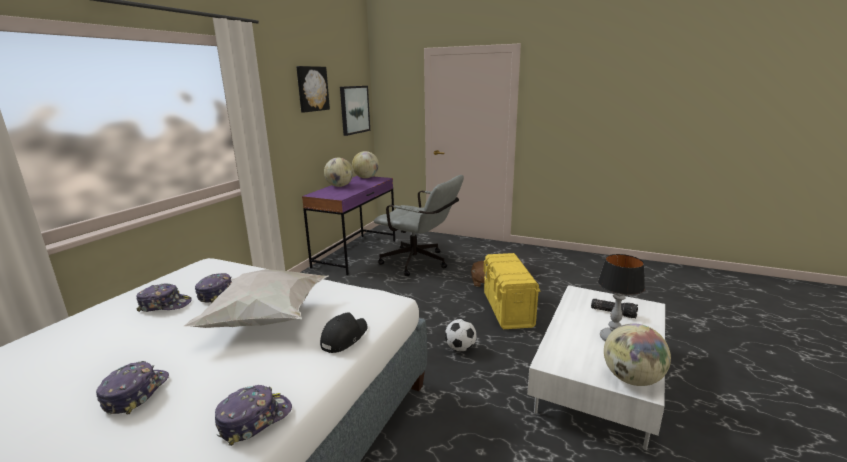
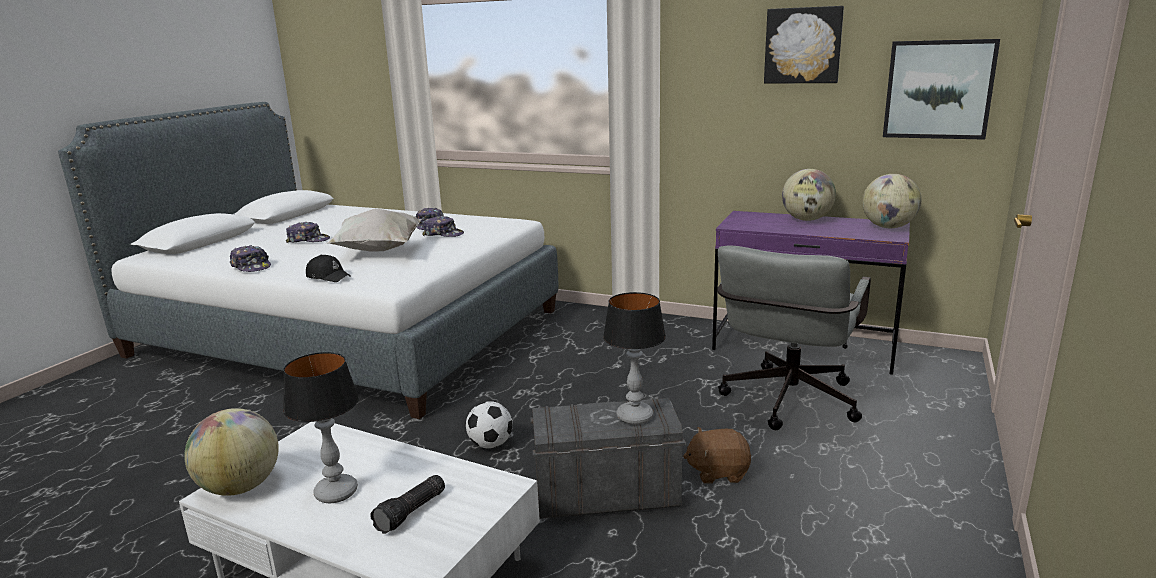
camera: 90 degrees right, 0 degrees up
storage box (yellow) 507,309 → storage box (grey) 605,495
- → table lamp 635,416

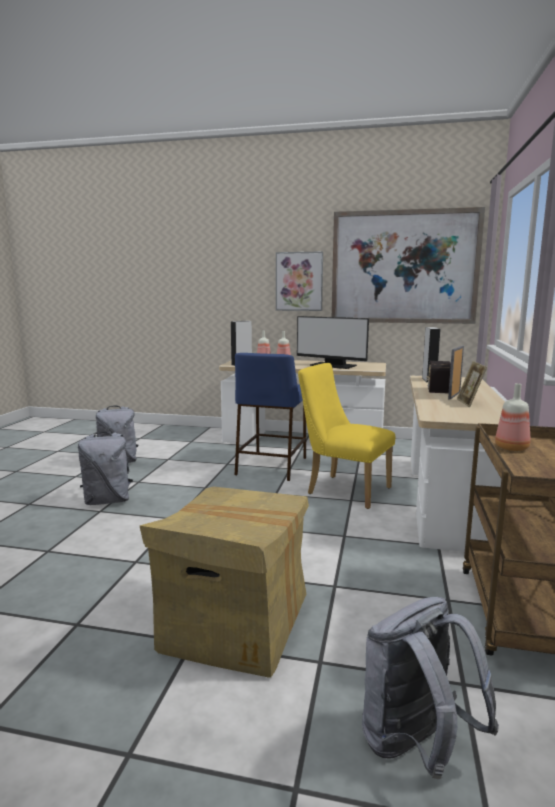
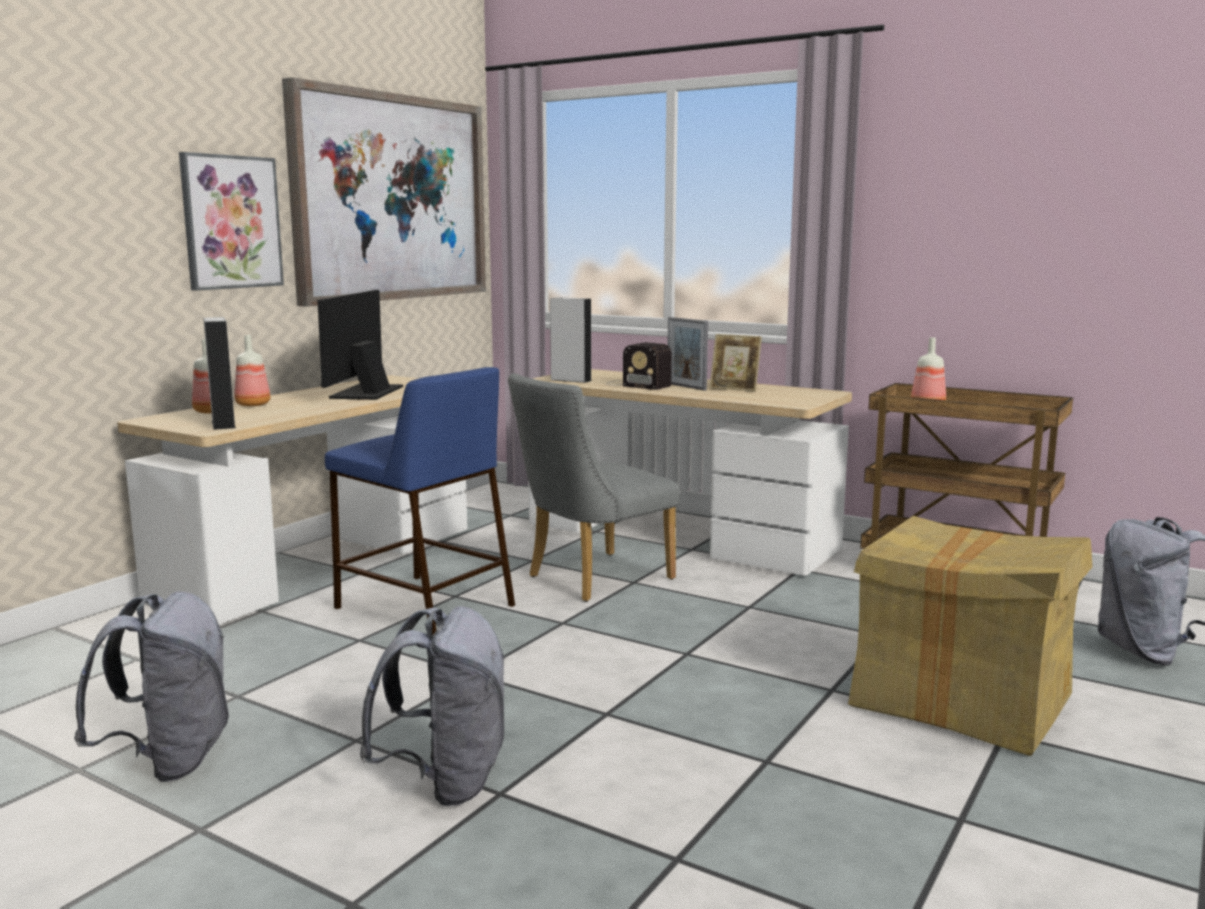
camera: 70 degrees left, 0 degrees up
monitor 333,365 → monitor 365,392, 135 degrees clockwise
chair (yellow) 343,490 → chair (grey) 591,579

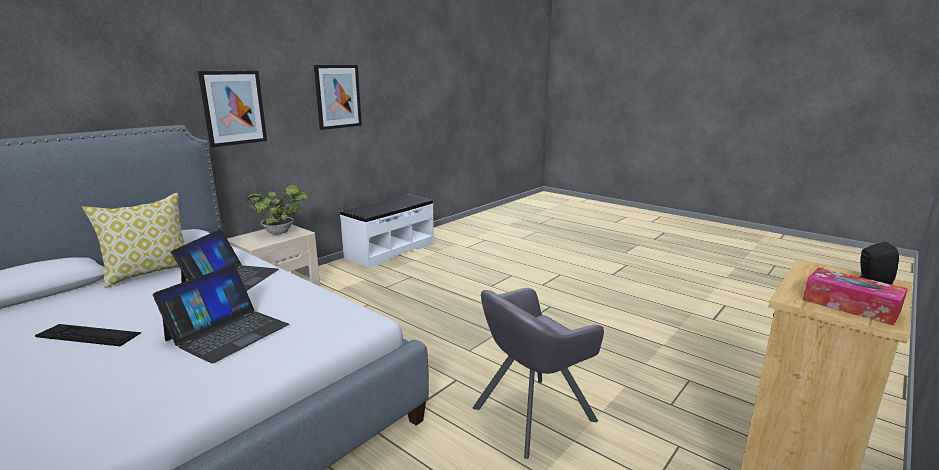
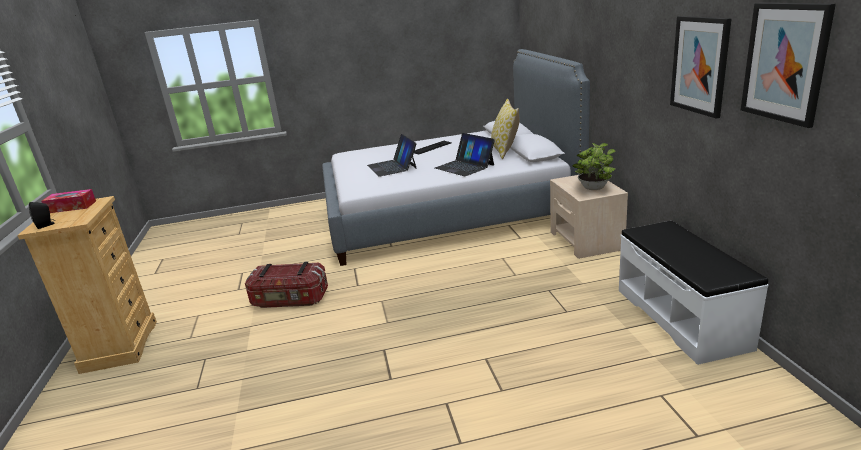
camera: 130 degrees right, 5 degrees up
picture 233,108 → picture 785,62, move
armchair (grey) 532,414 → storage box 290,300

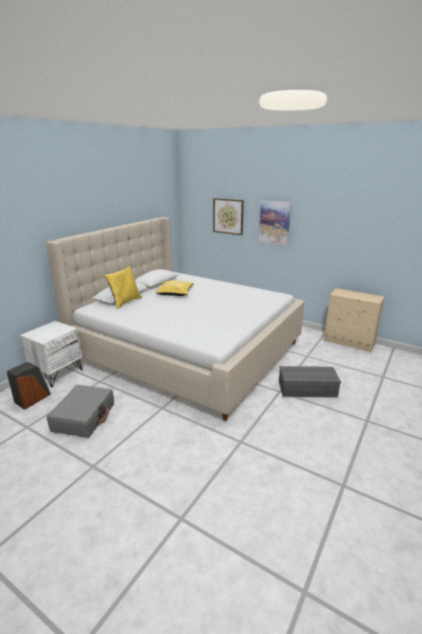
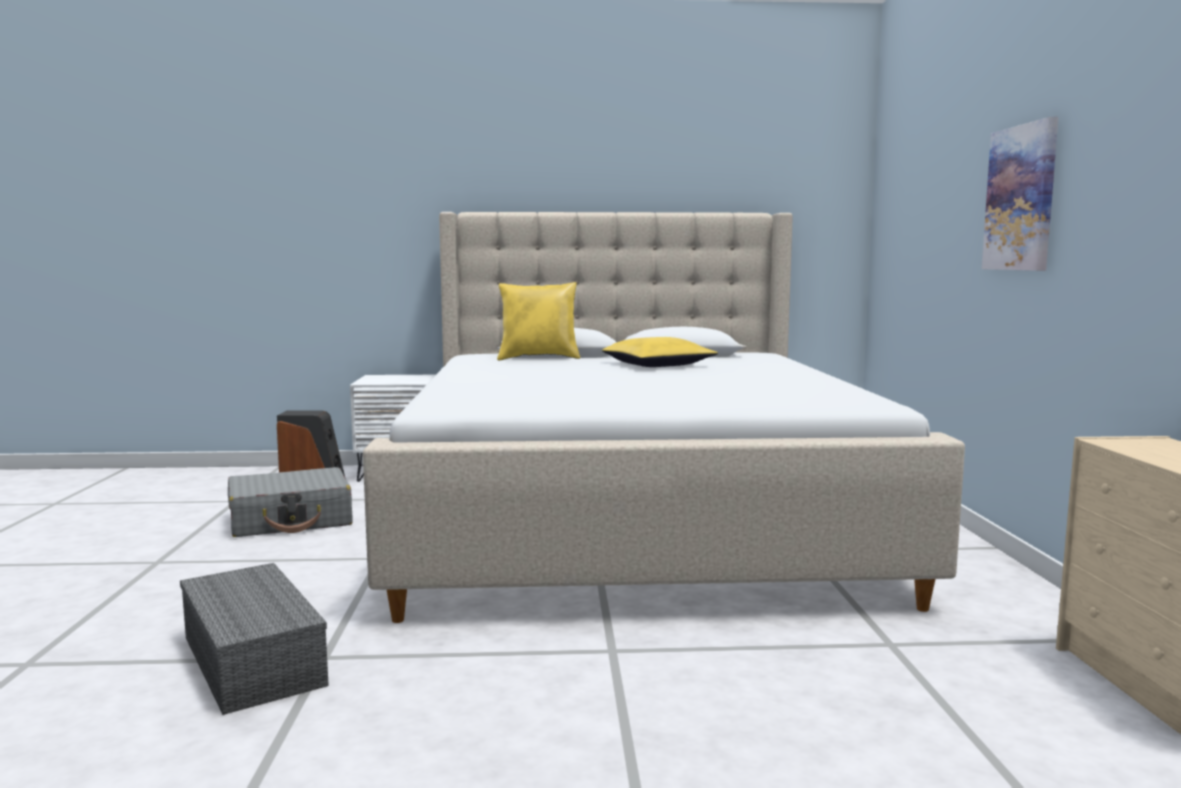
camera: 55 degrees right, 15 degrees down
picture 228,216 → -
storage box (grey) 308,388 → storage box (grey) 255,661, move

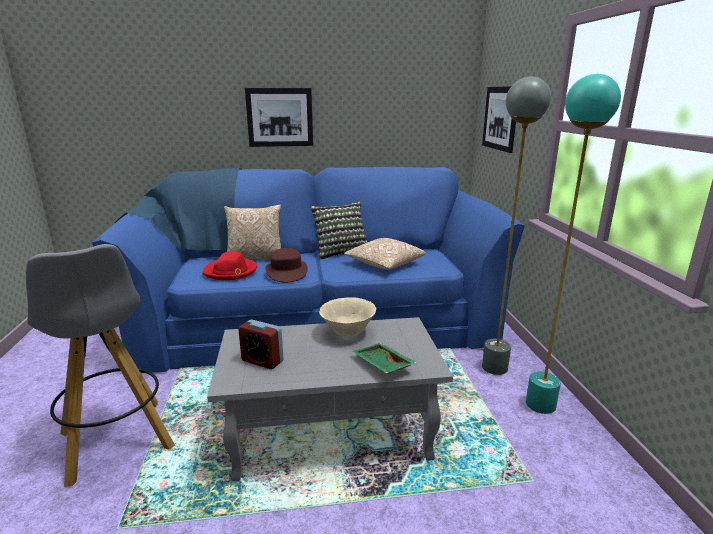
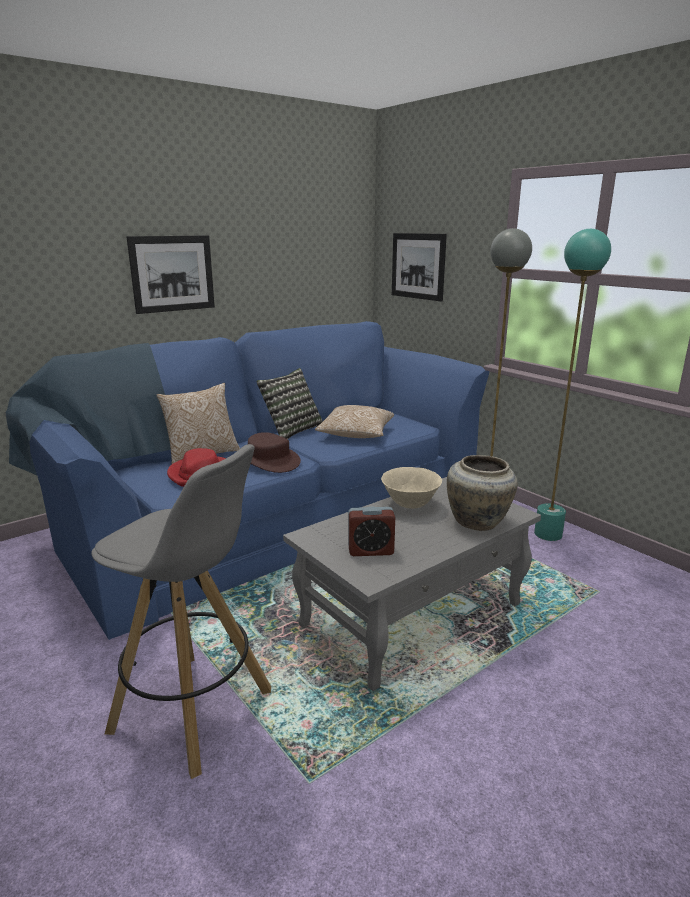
camera: 30 degrees left, 0 degrees up
tray (green) 382,365 → vase (beige) 478,522

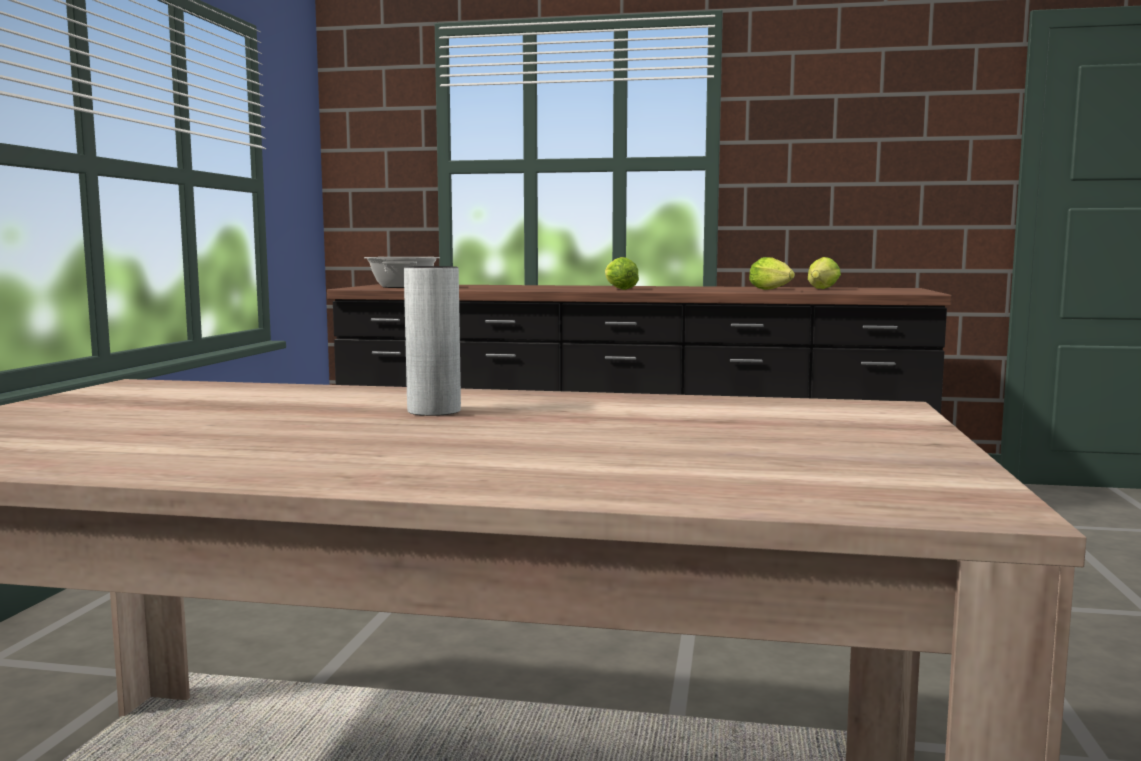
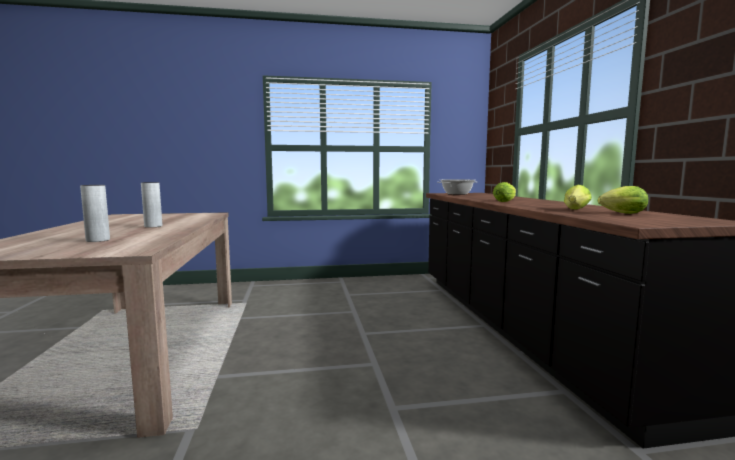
camera: 70 degrees right, 0 degrees up
- → vase (grey) 98,240

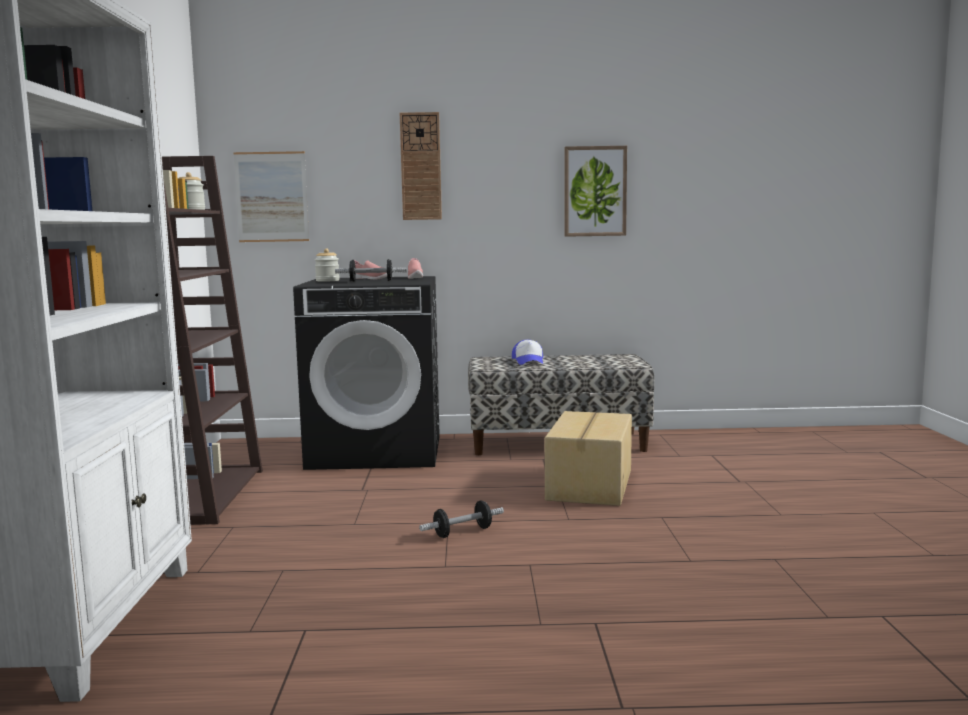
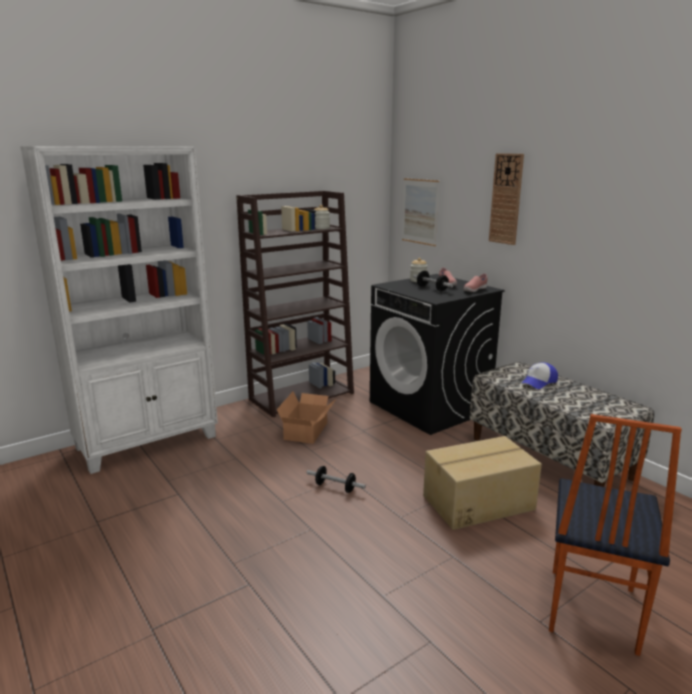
camera: 55 degrees right, 10 degrees up
picture 595,191 → -
- → cardboard box 308,430
- → chair 590,609

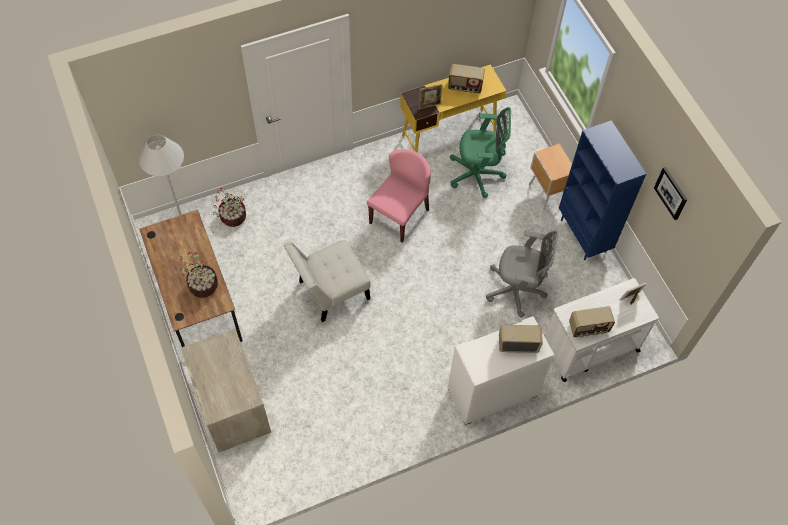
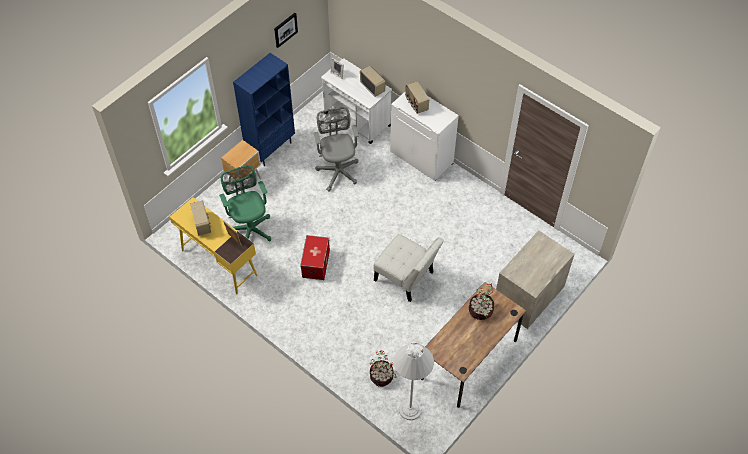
camera: 115 degrees left, 5 degrees down
chair (pink) 399,215 → storage box 315,263

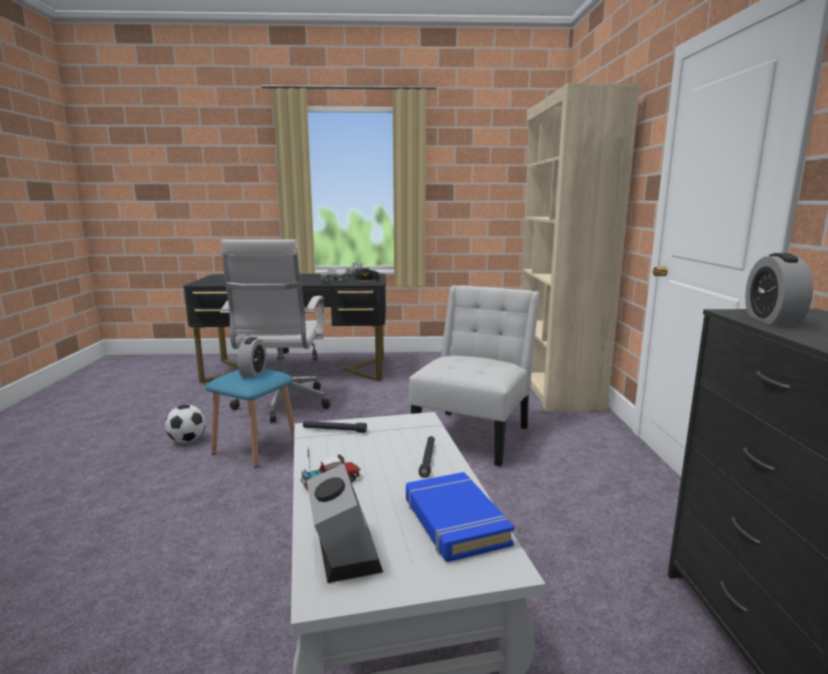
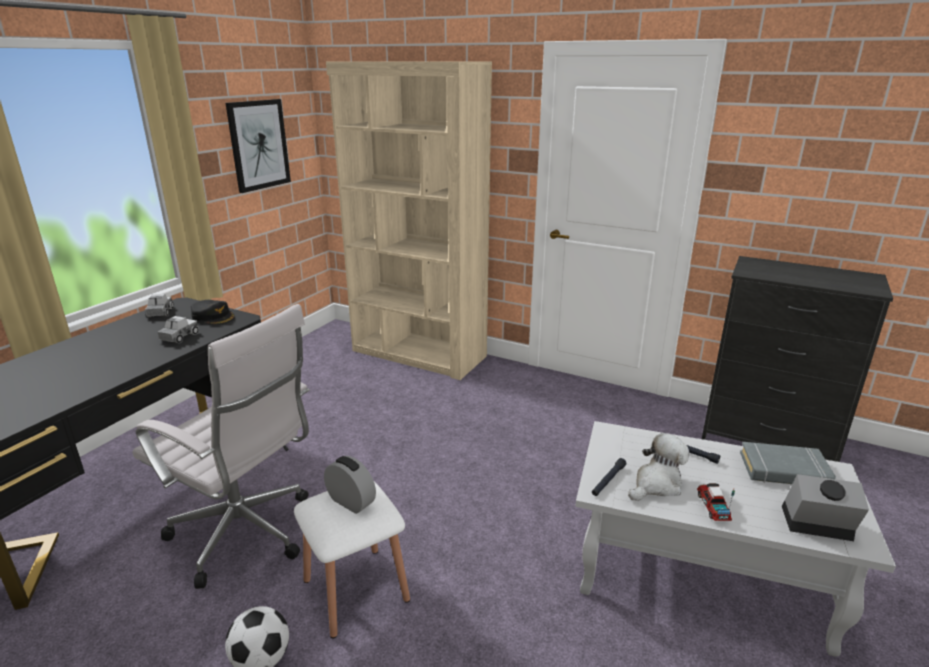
camera: 60 degrees left, 10 degrees up
alarm clock 772,320 → -
chair (white) 474,434 → -
stool (blue) 255,448 → stool (white) 356,590
book (blue) 454,522 → book (grey) 784,470
- → picture 258,145
- → plush toy 656,484

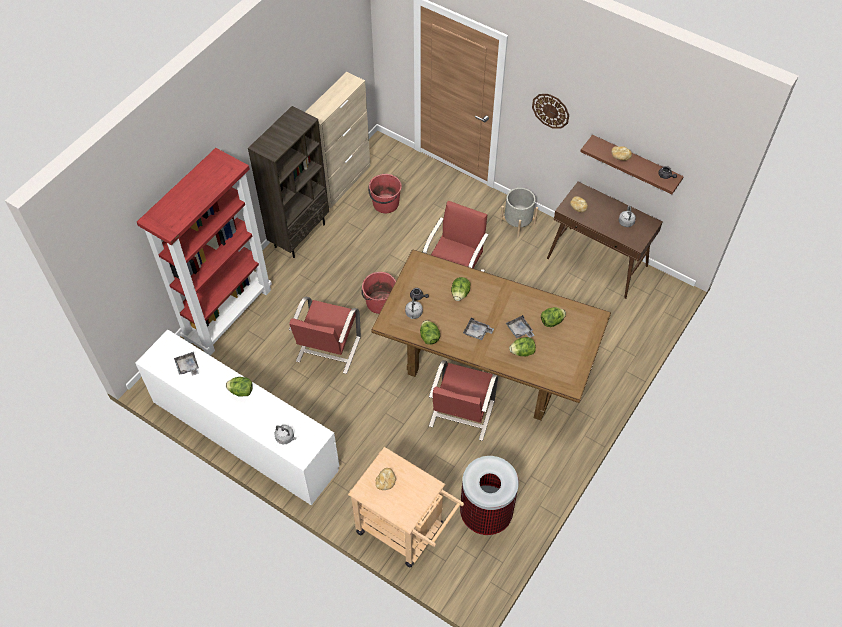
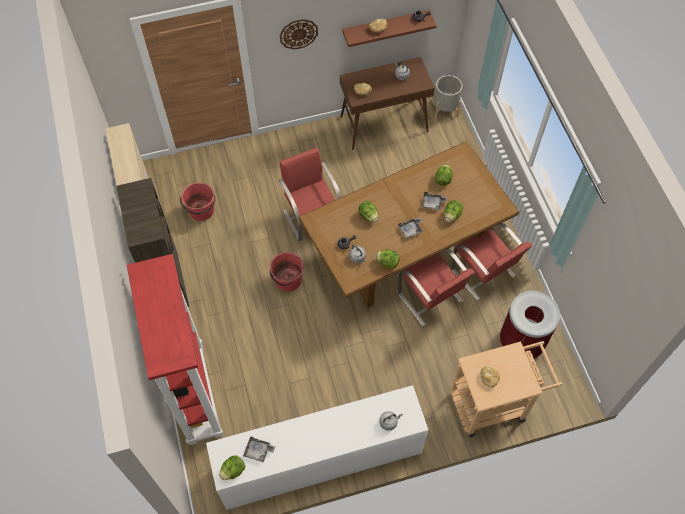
camera: 50 degrees left, 5 degrees up
planter (grey) 517,223 → planter (grey) 445,108, move
chair (red) 327,350 → chair (red) 483,274, move
lettuce 241,391 → lettuce 233,470, move

